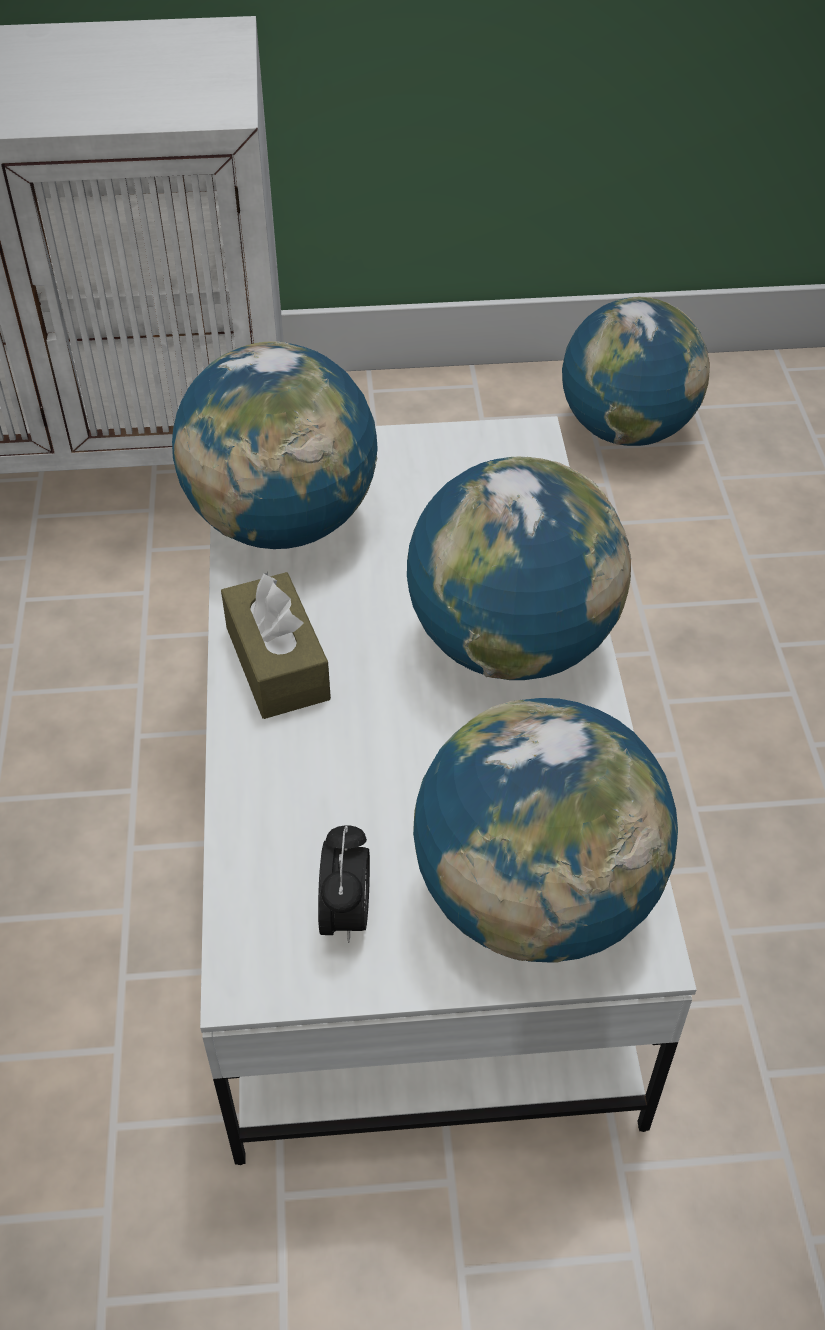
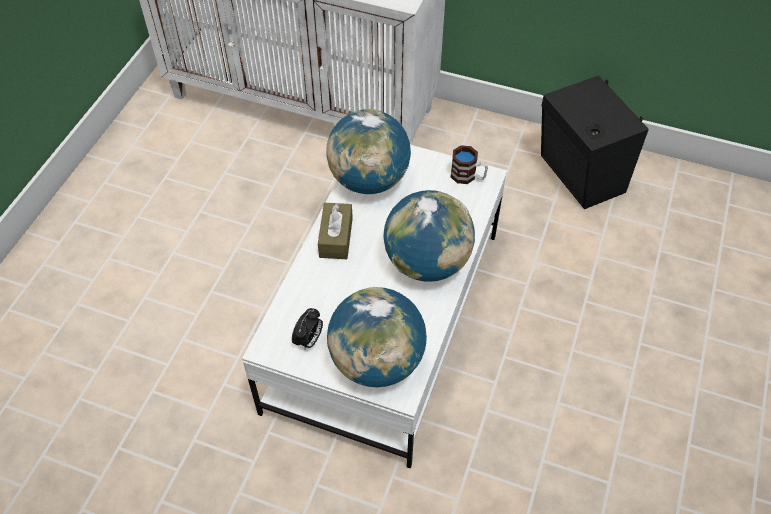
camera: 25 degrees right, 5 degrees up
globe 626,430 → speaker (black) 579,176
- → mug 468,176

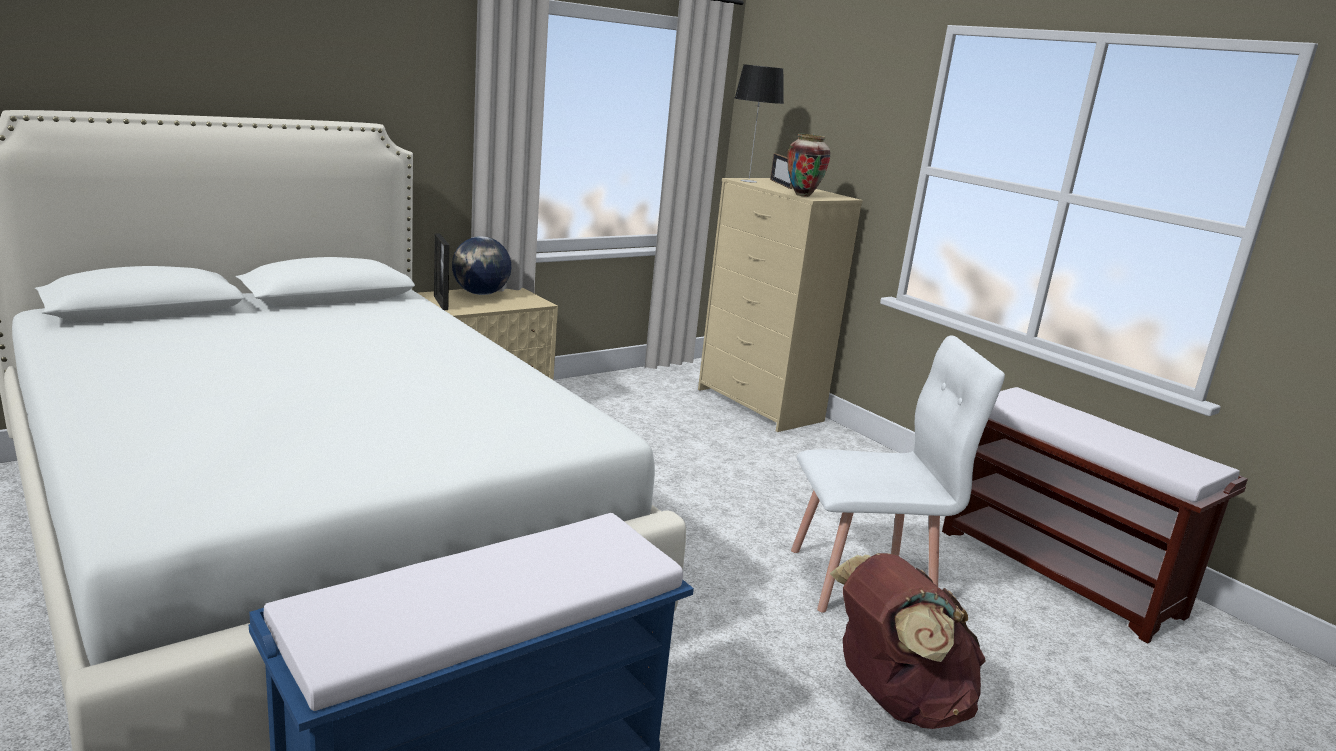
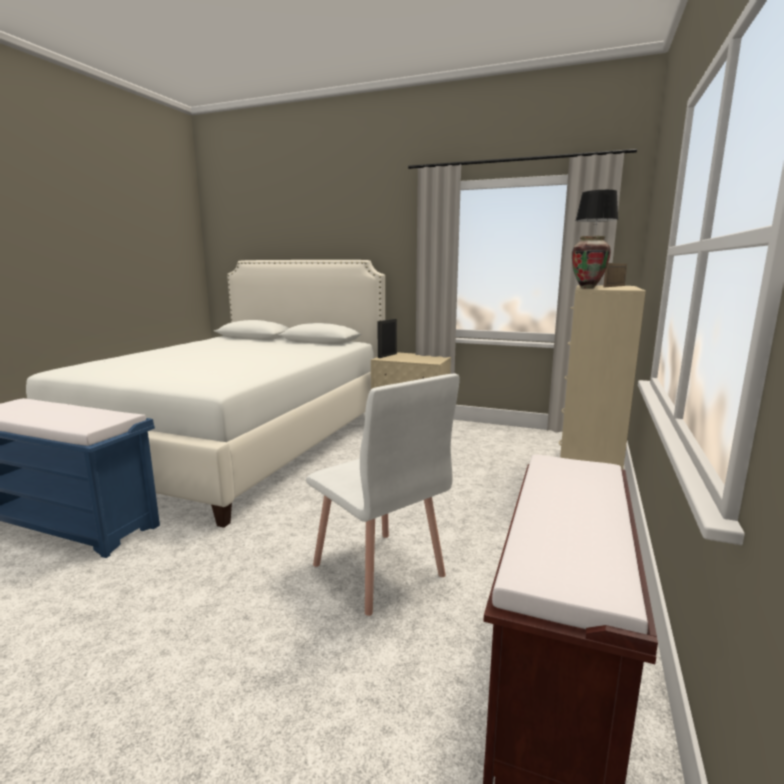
camera: 60 degrees right, 5 degrees down
globe 481,294 → -
backpack (brown) 894,701 → -

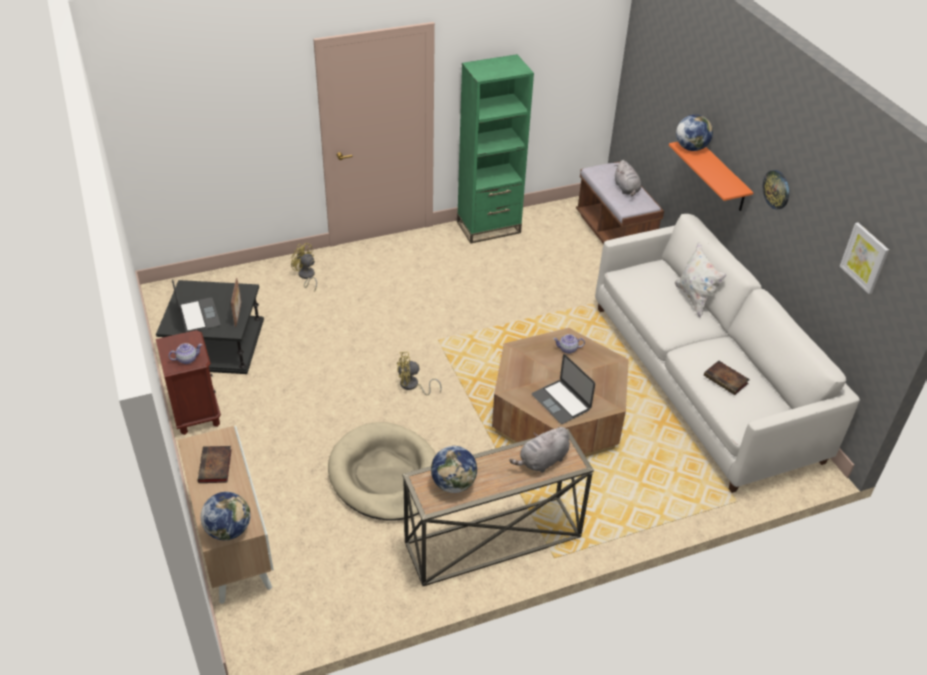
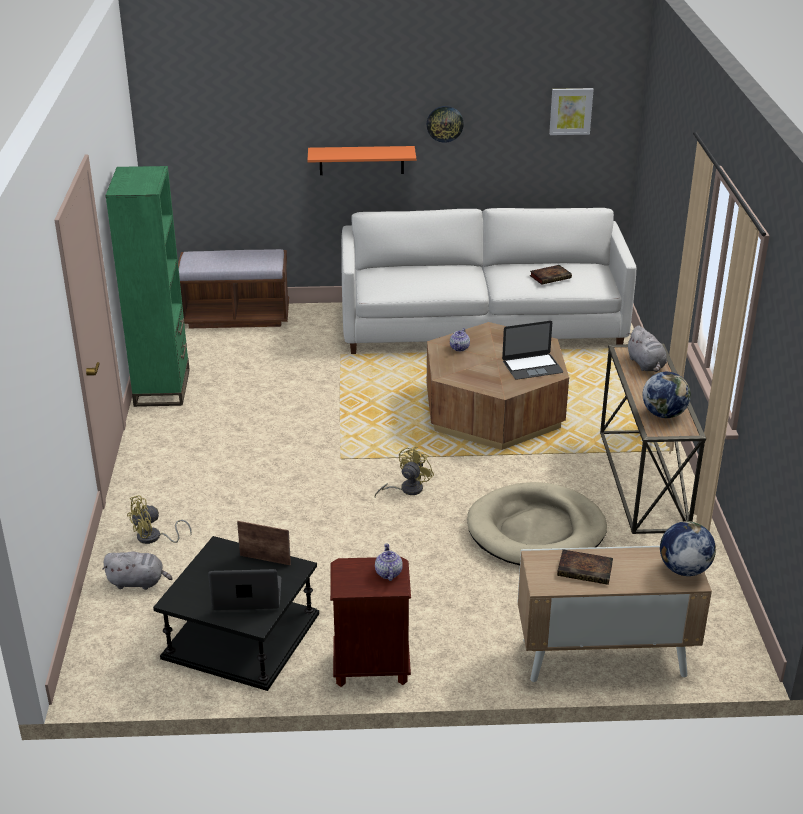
camera: 70 degrees left, 10 degrees down
globe 691,148 → -
plush toy (grey) 626,189 → plush toy (grey) 138,582, move
pillow (white) 694,299 → -
fan (yellow) 412,386 → fan (yellow) 406,489, 150 degrees counterclockwise

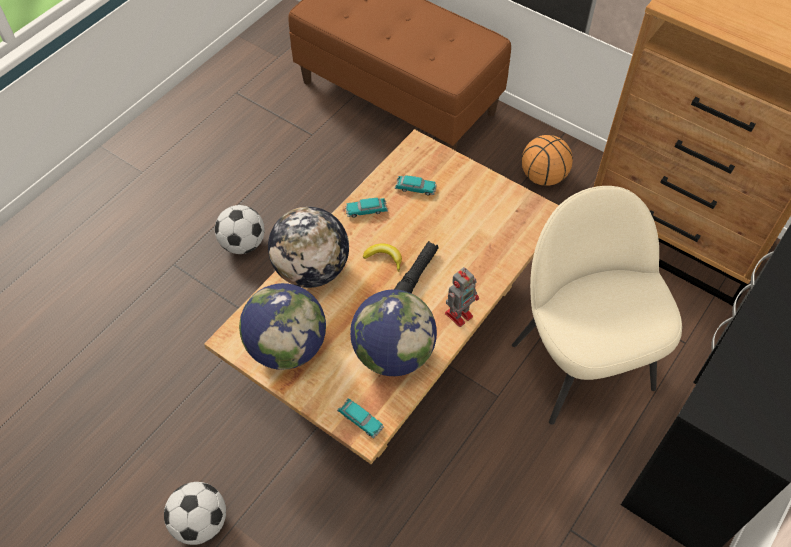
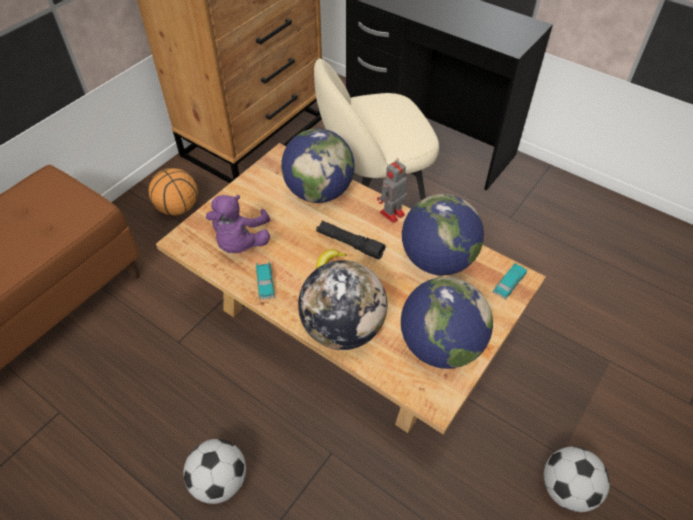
camera: 90 degrees left, 5 degrees down
toy car 415,188 → plush toy (purple) 240,243
toy robot 459,314 → toy robot 391,214, 90 degrees counterclockwise
- → globe 319,192

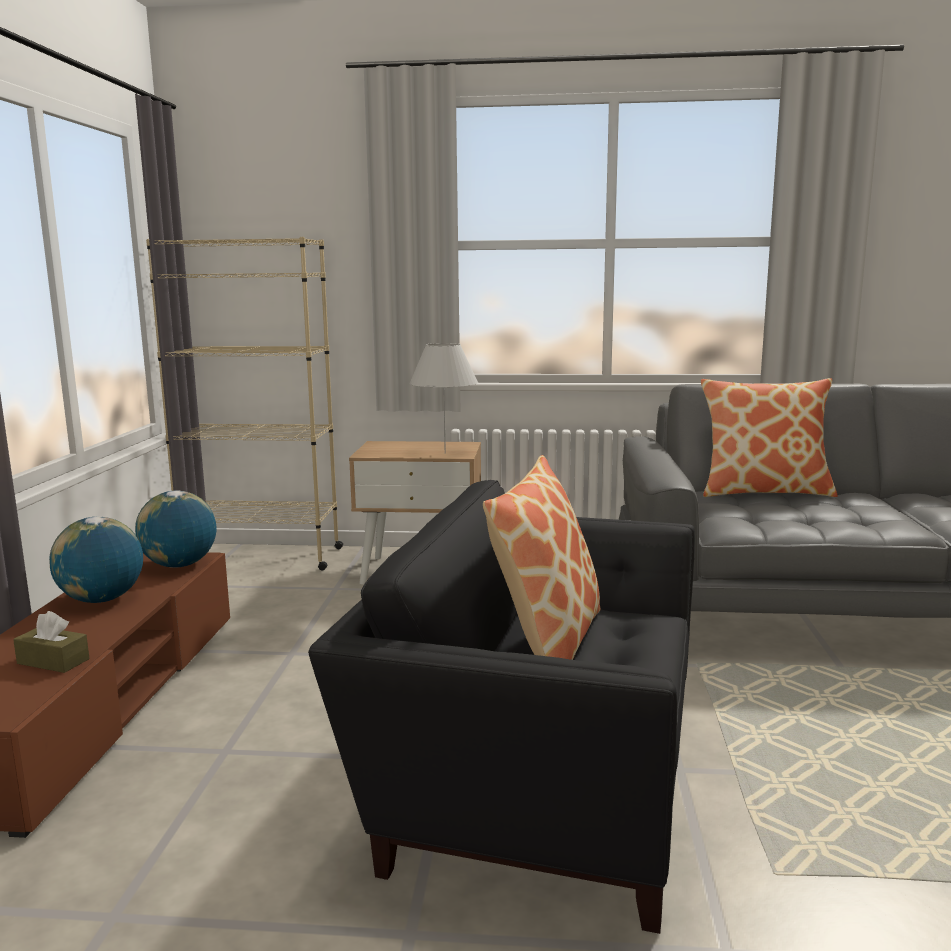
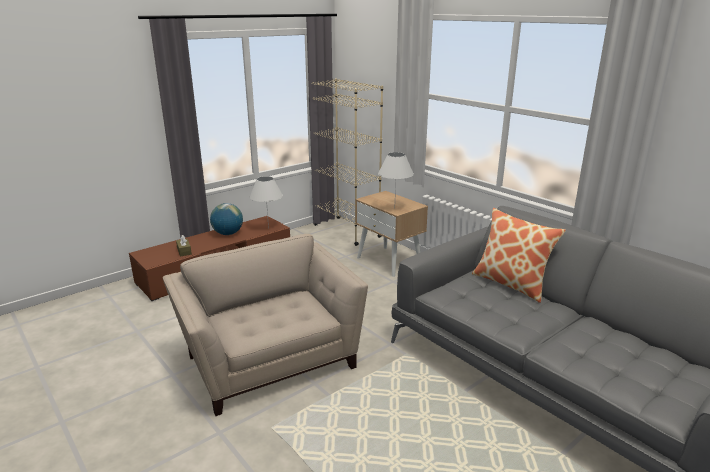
camera: 45 degrees right, 10 degrees up
pillow 547,644 → -
armchair (black) 536,780 → armchair (beige) 270,358
globe 179,565 → table lamp (white) 268,228

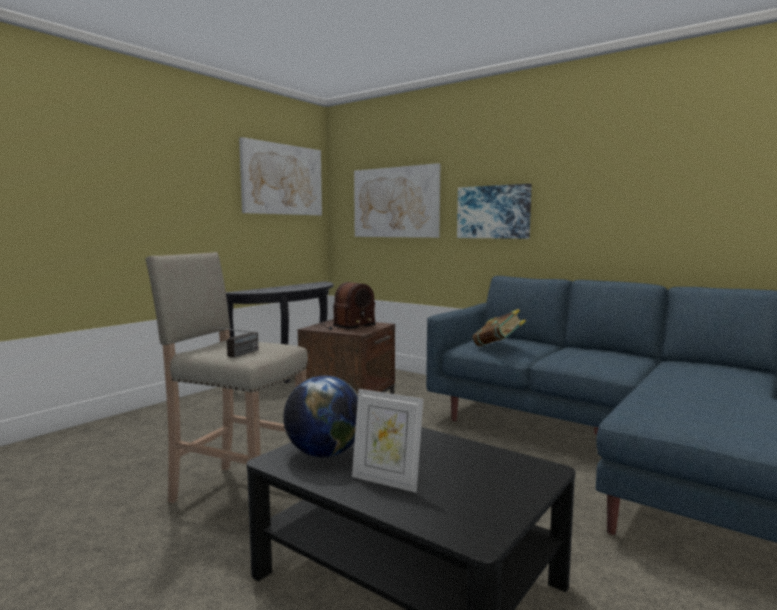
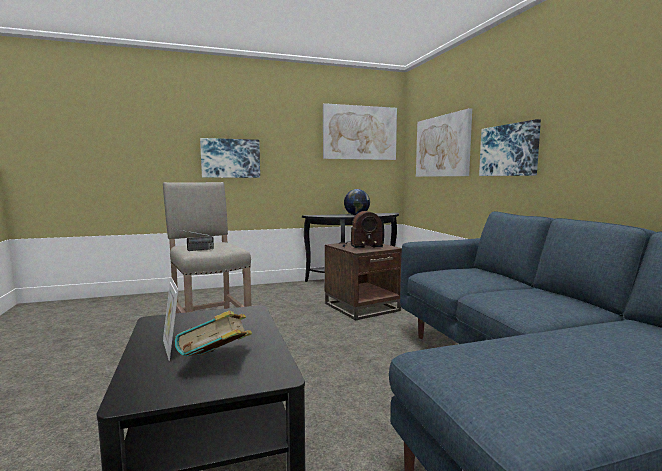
camera: 35 degrees right, 0 degrees up
book 498,347 → book 216,362, move
globe 324,453 → globe 356,215, move
- → picture 230,158

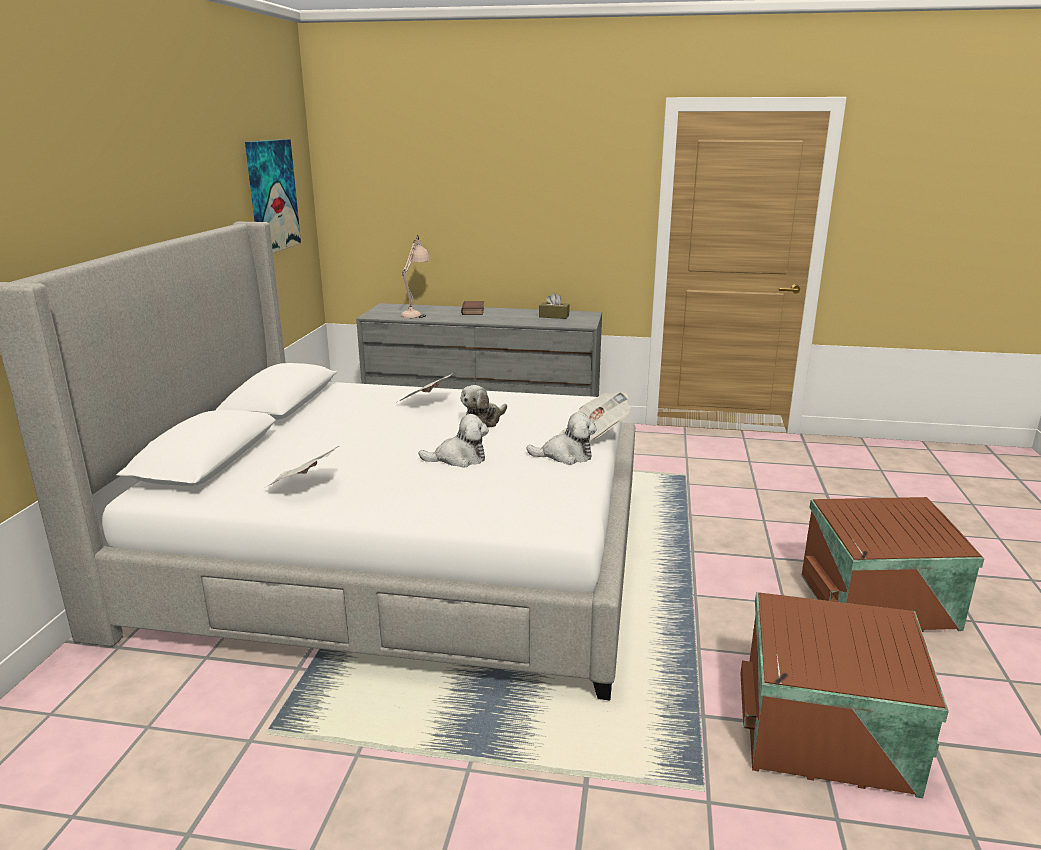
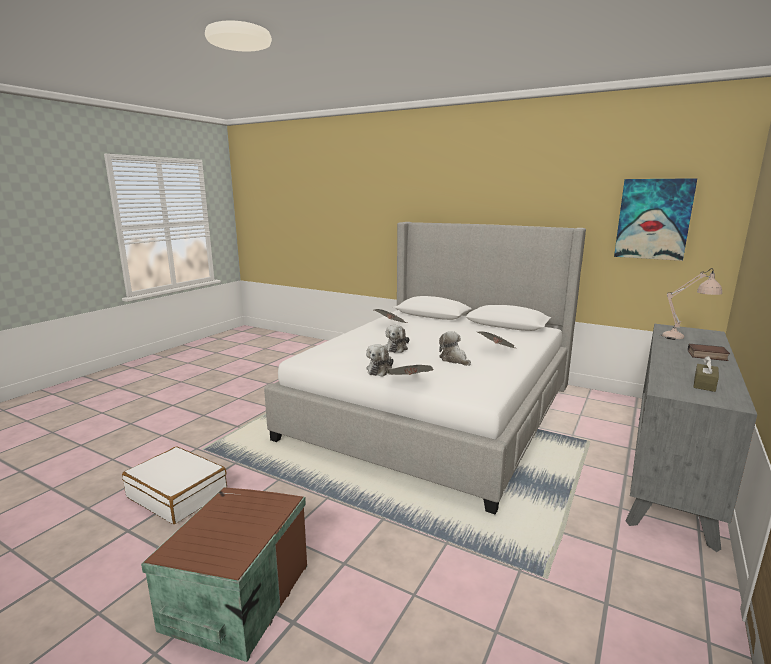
camera: 110 degrees right, 5 degrees down
storage box (brown) 829,737 → suitcase (white) 178,494

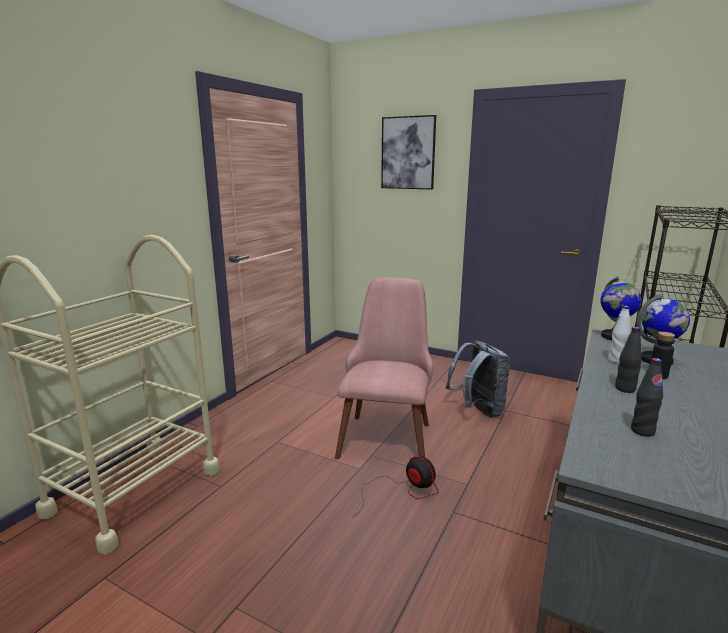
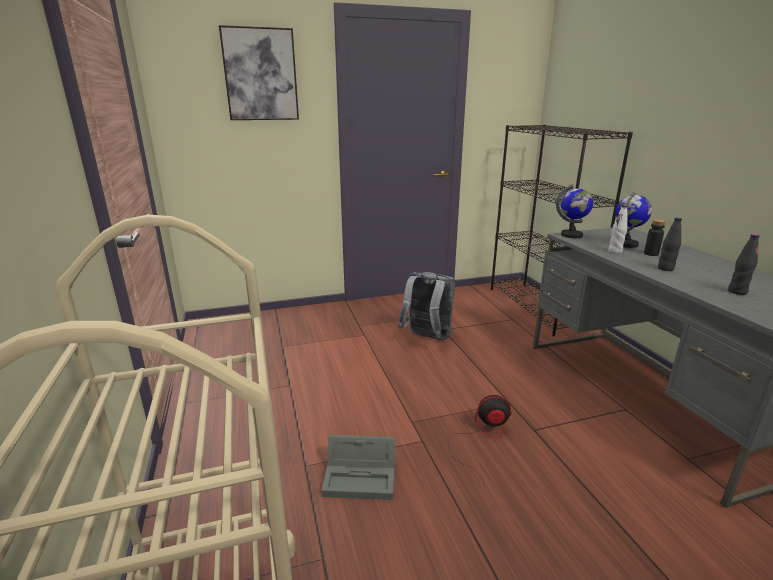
camera: 45 degrees left, 5 degrees up
chair (pink) 387,433 → -
- → storage box (grey) 362,476

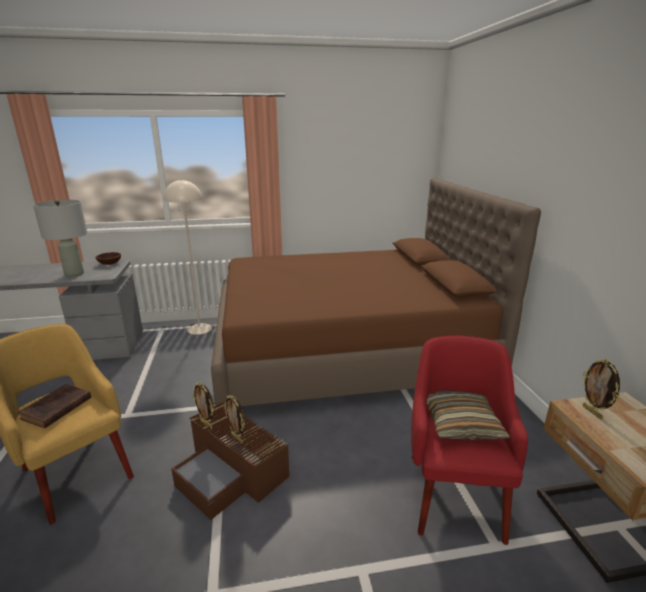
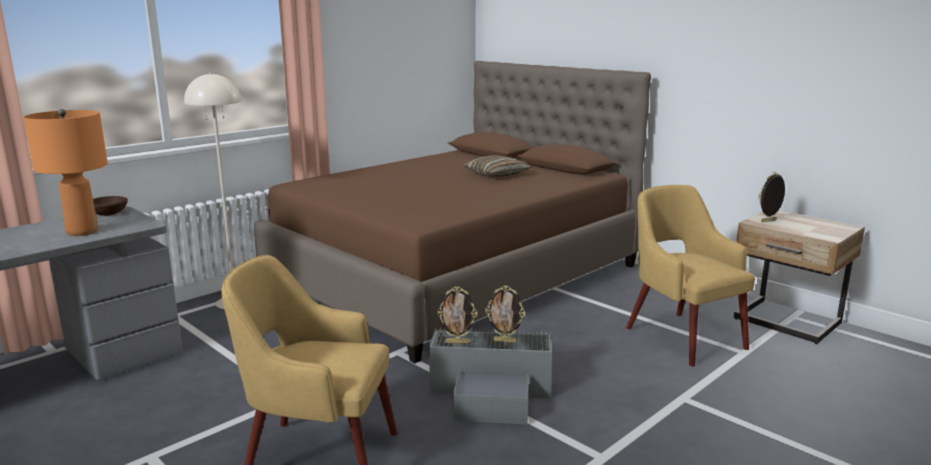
camera: 35 degrees left, 5 degrees down
table lamp (grey) 74,274 → table lamp (orange) 81,232
armchair (red) 453,491 → armchair (yellow) 682,336
picture frame 593,412 → picture frame 769,221, 120 degrees clockwise
book (brown) 55,409 → -
pillow 461,424 → pillow 496,175, move
storage box (brown) 232,472 → storage box (grey) 492,391

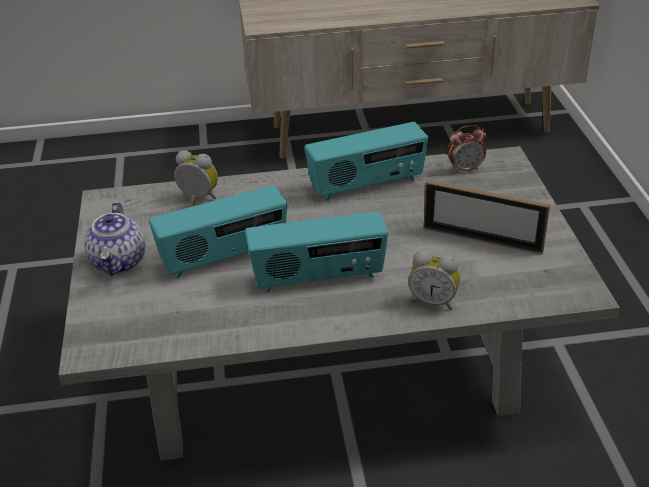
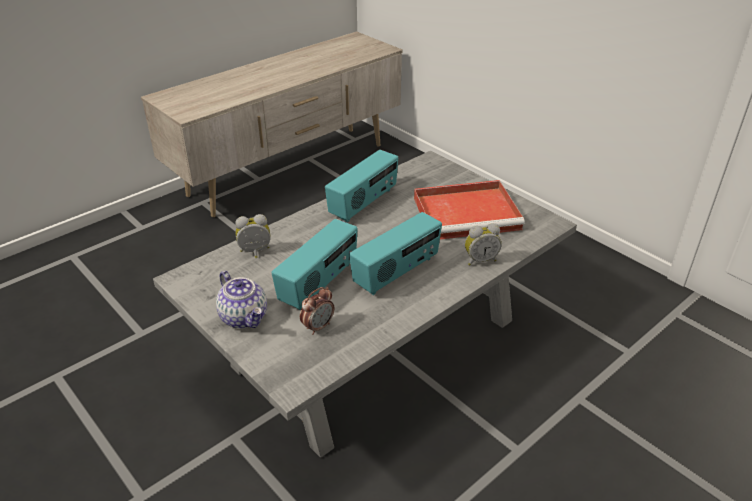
camera: 35 degrees left, 0 degrees up
alarm clock 465,169 → alarm clock 318,327, move
picture frame 482,239 → tray (red) 468,213

